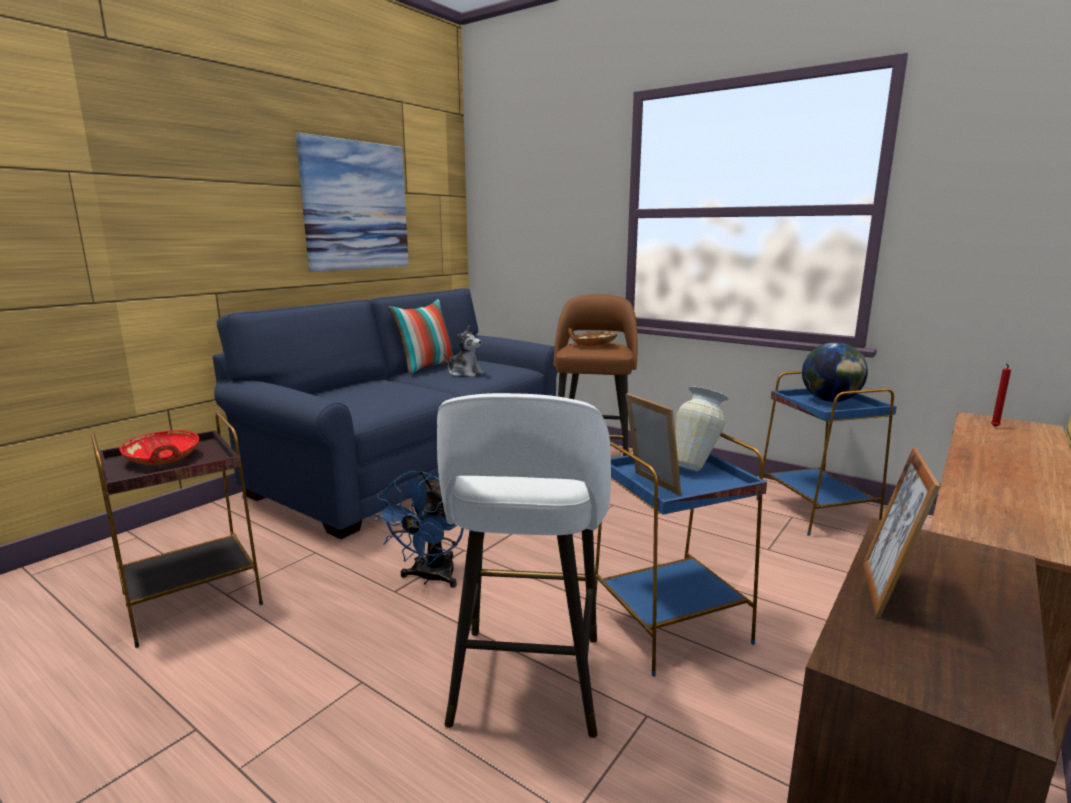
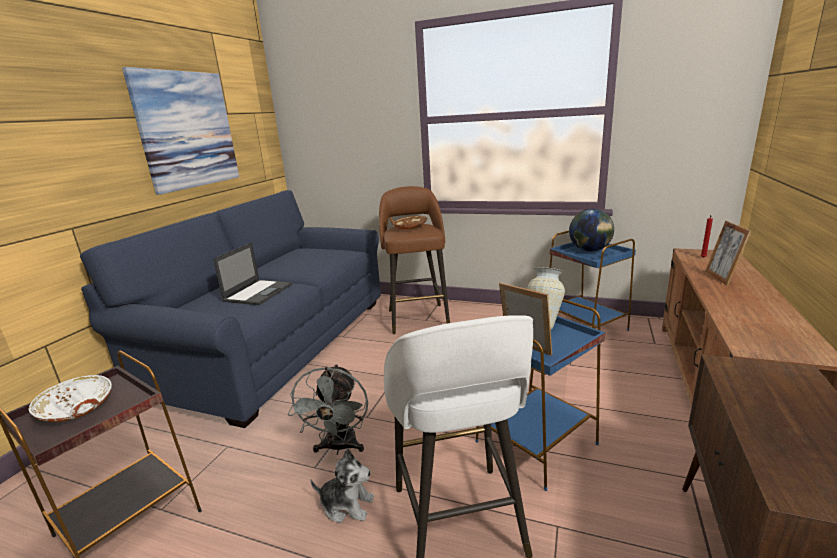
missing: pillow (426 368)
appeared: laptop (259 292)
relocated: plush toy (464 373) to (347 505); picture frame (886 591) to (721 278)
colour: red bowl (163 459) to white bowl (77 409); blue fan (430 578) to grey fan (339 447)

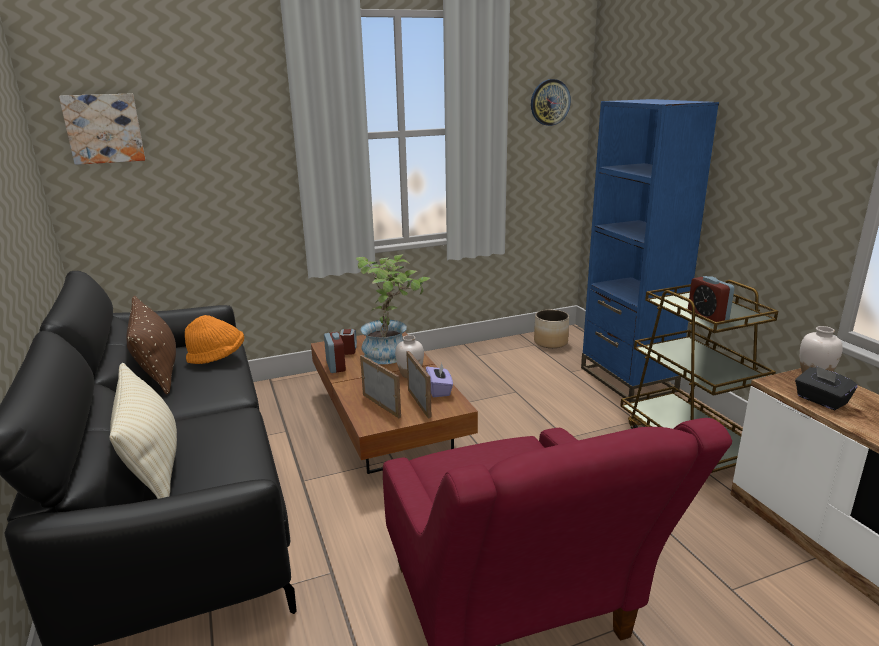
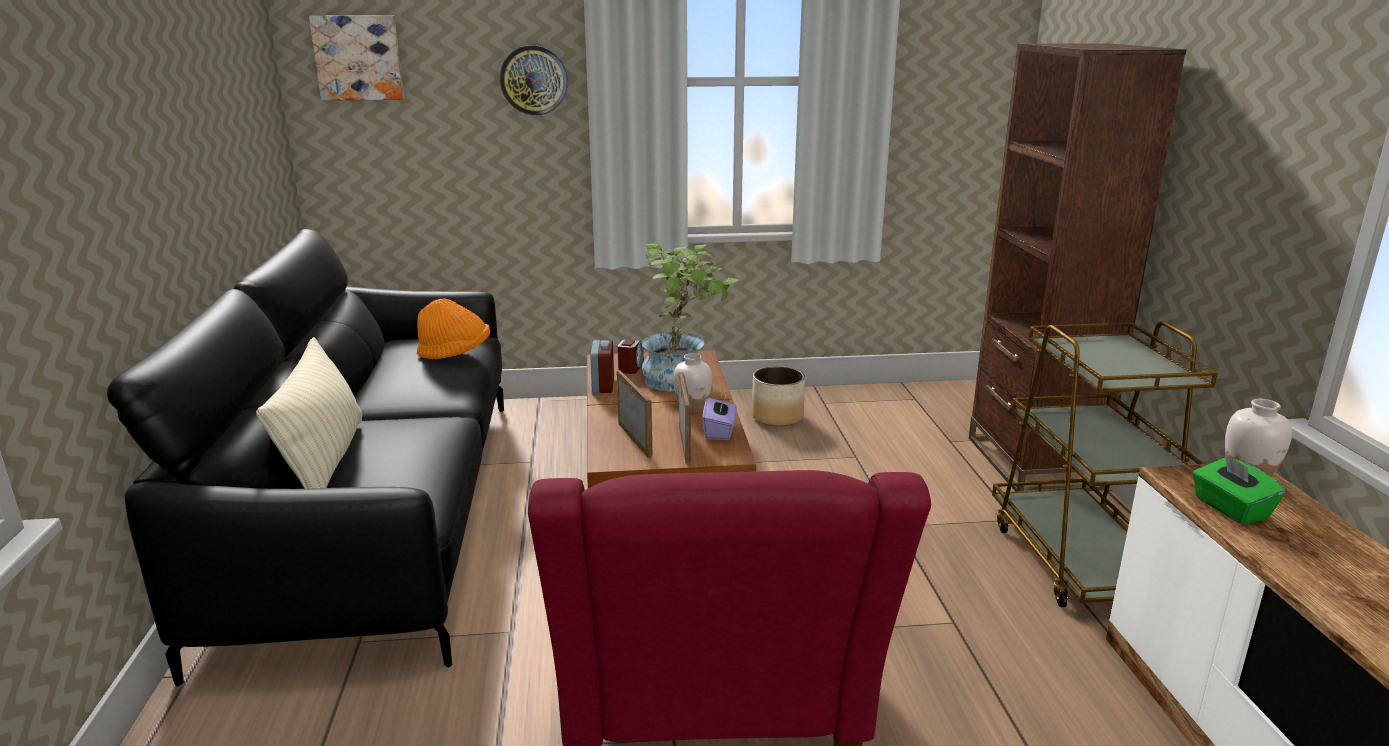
missing: brown pillow (157 370); alarm clock (707 317)
relocated: wall clock (550 102) to (534 80); planter (550 342) to (776 417)
colour: blue bookcase (627 379) to brown bookcase (1032 463); black tissue box (821 400) to green tissue box (1230 509)

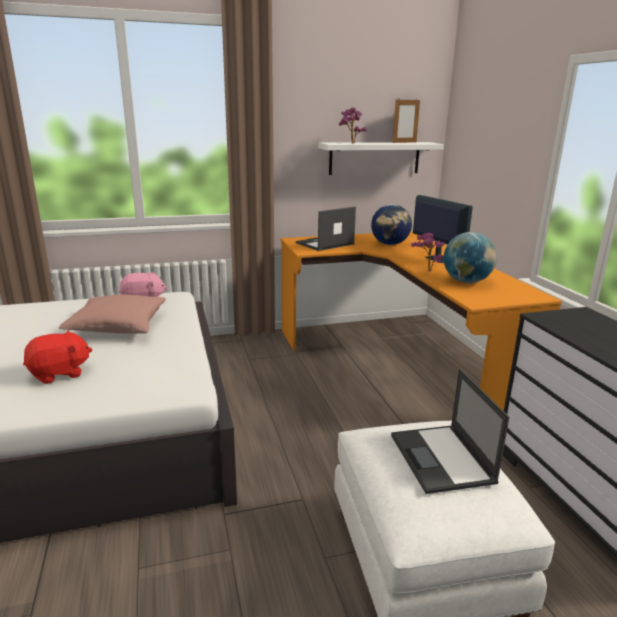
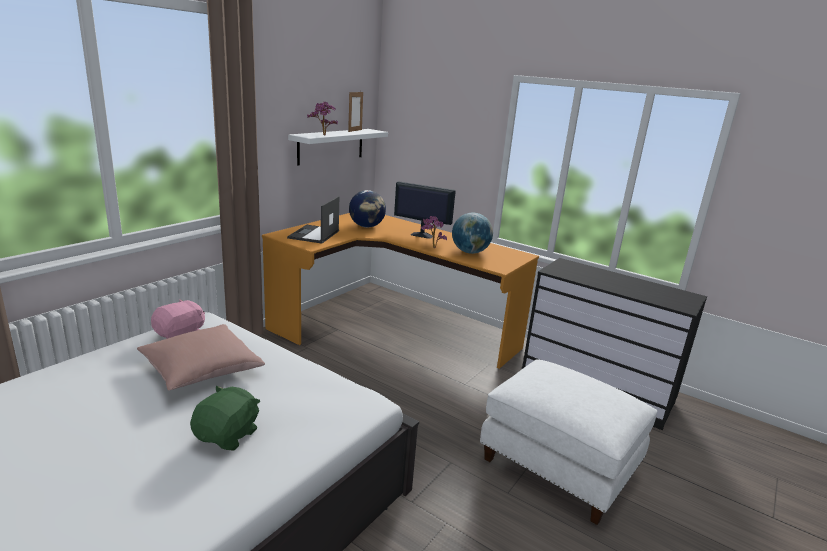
missing: laptop (442 459)
colour: red plush toy (60 373) to green plush toy (228 435)

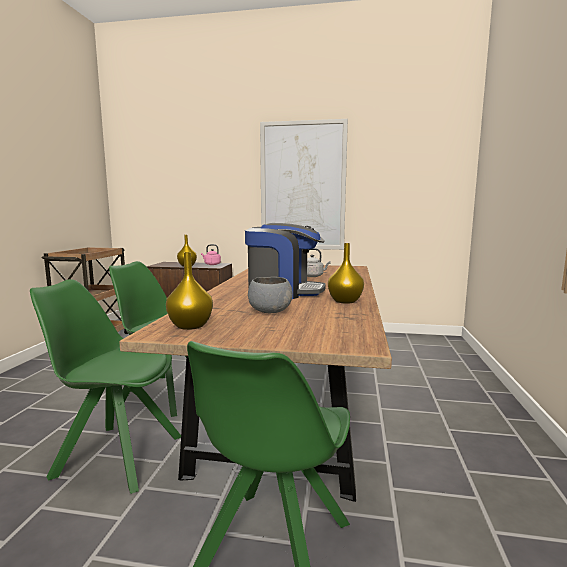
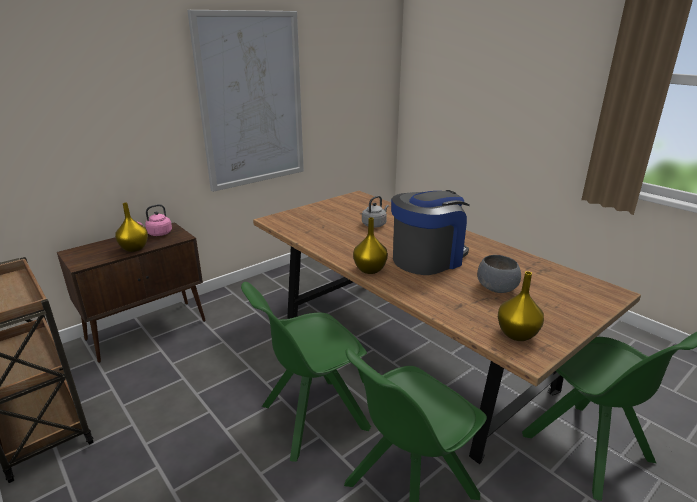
relocated: yellow vase (344 301) to (369 270)

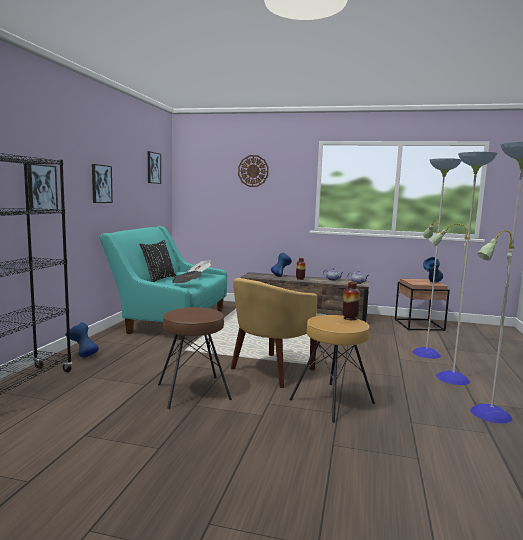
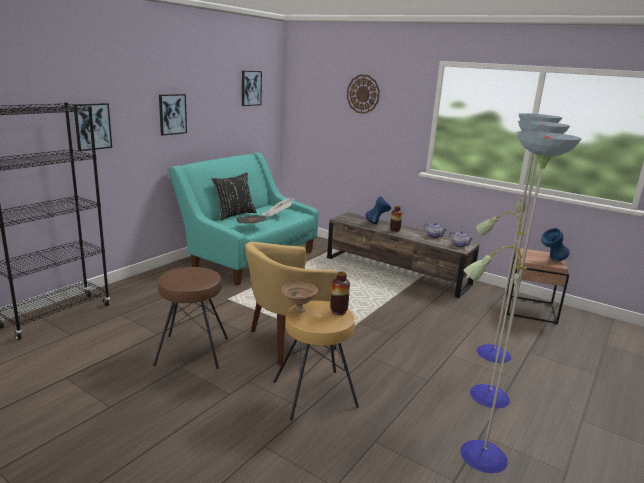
missing: blue vase (82 356)
appeared: brown bowl (298 310)

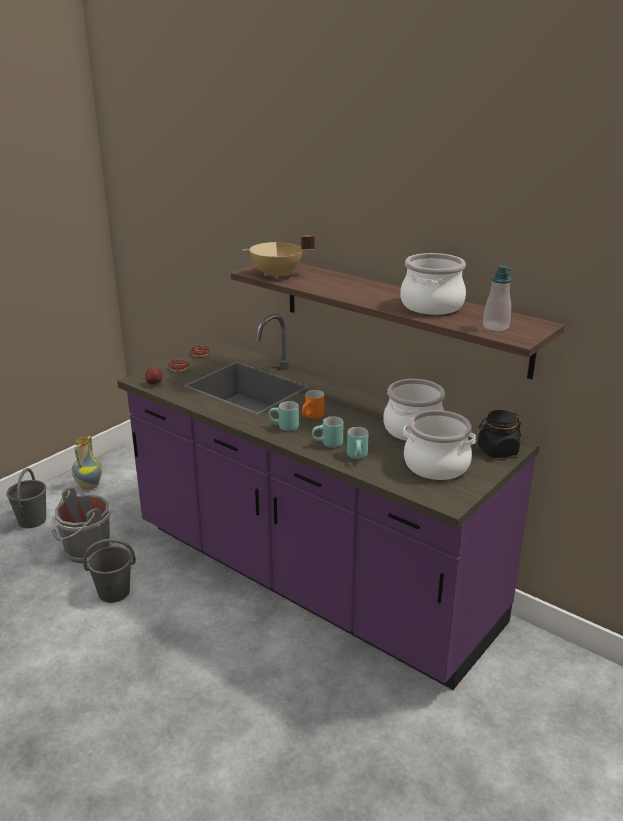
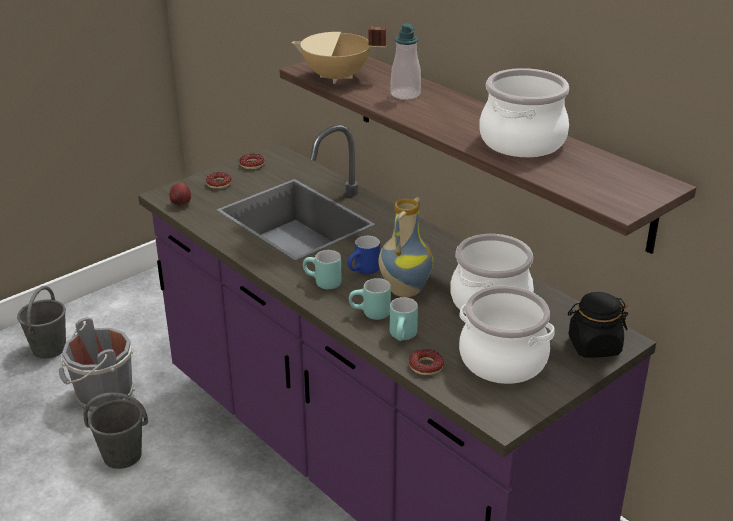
appeared: donut (426 366)
relocated: vase (88 486) to (404 290); soap dispenser (495 327) to (405 94)
colour: orange mug (313 417) to blue mug (364 272)

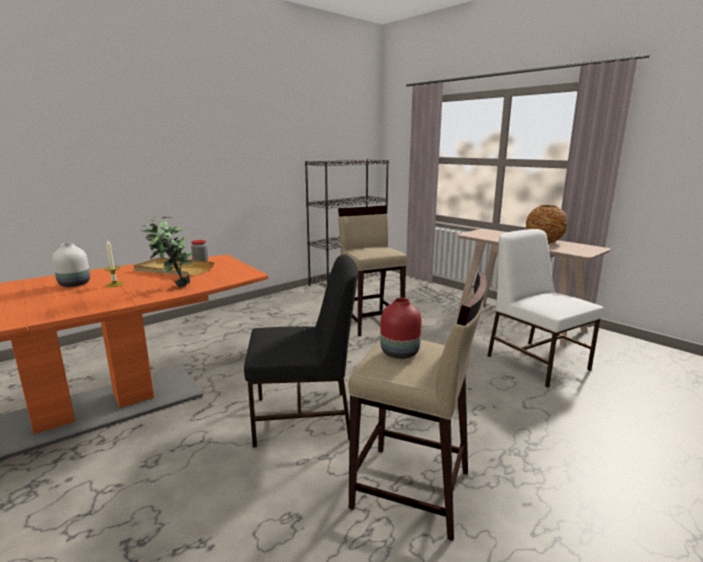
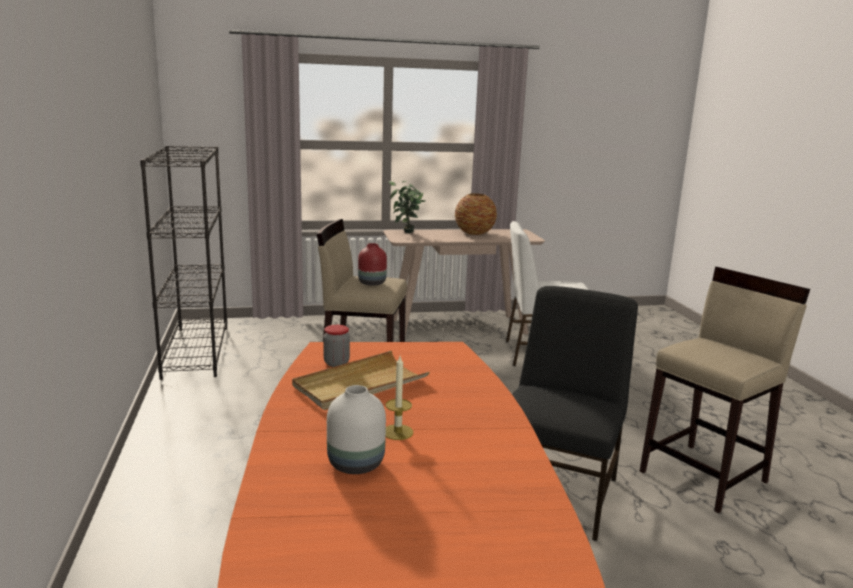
relocated: potted plant (173 286) to (406 233); red vase (400 352) to (371 283)

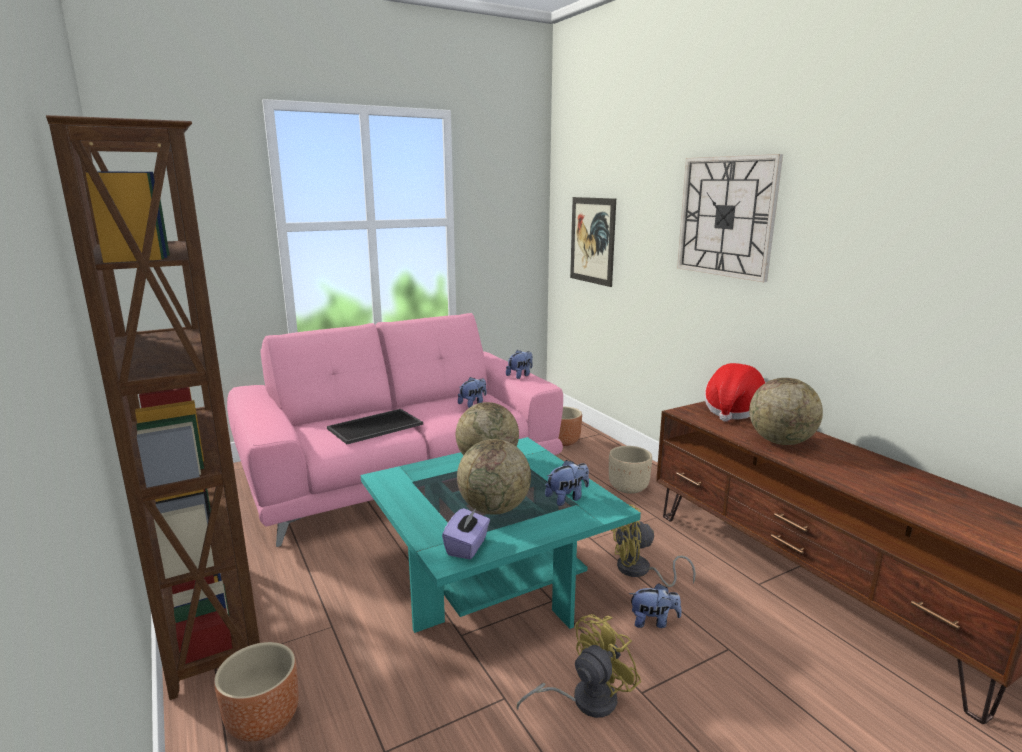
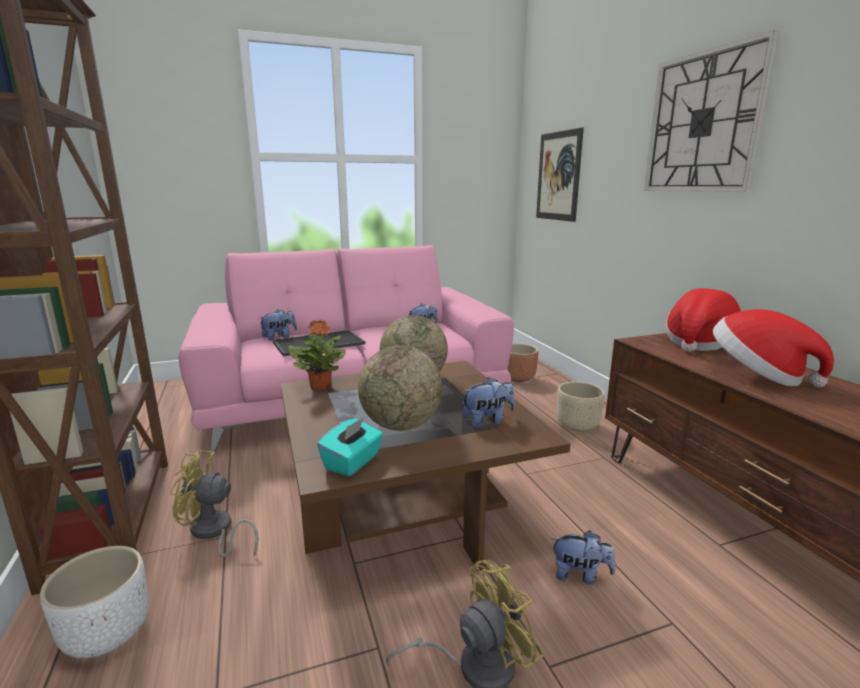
appeared: potted plant (321 386)
relocated: plush toy (520 375) to (279 337); yellow fan (640 571) to (214 532)
exchanged: globe (781 442) to hat (758 375)
colour: brown planter (264 720) to white planter (108 633); turquoise coffee table (493 580) to brown coffee table (407 506); purple tissue box (467 547) to turquoise tissue box (353 462)

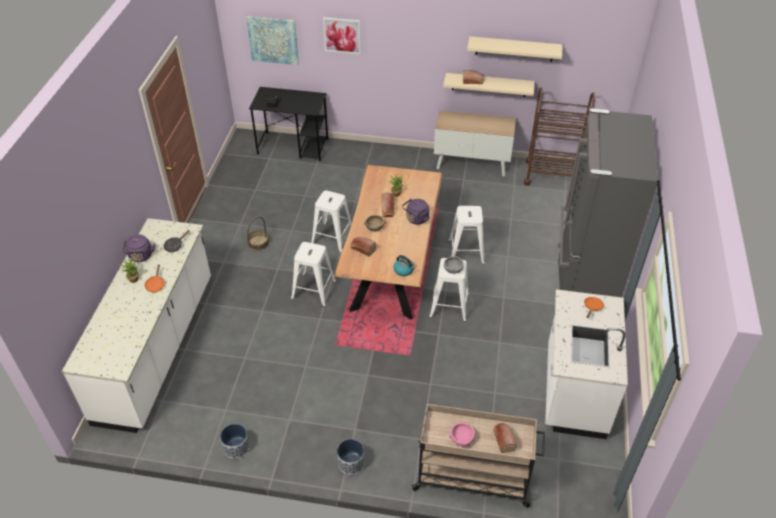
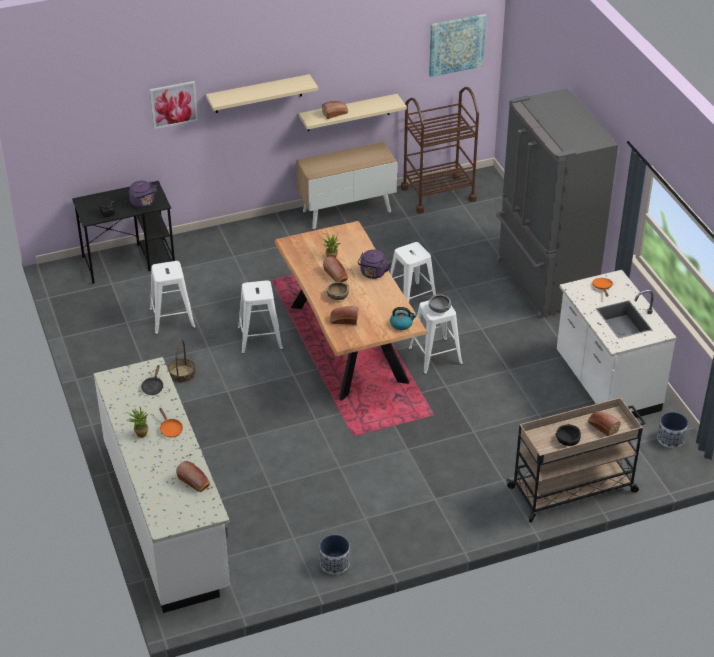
appeared: bread (194 482)
relocated: purple kettle (141 257) to (143 203); picture (273 39) to (456 44); white stool (313 289) to (171 318); planter (351 463) to (670 439); beige shelf (514 49) to (258 94)
colour: pink bowl (462 438) to black bowl (567 440)

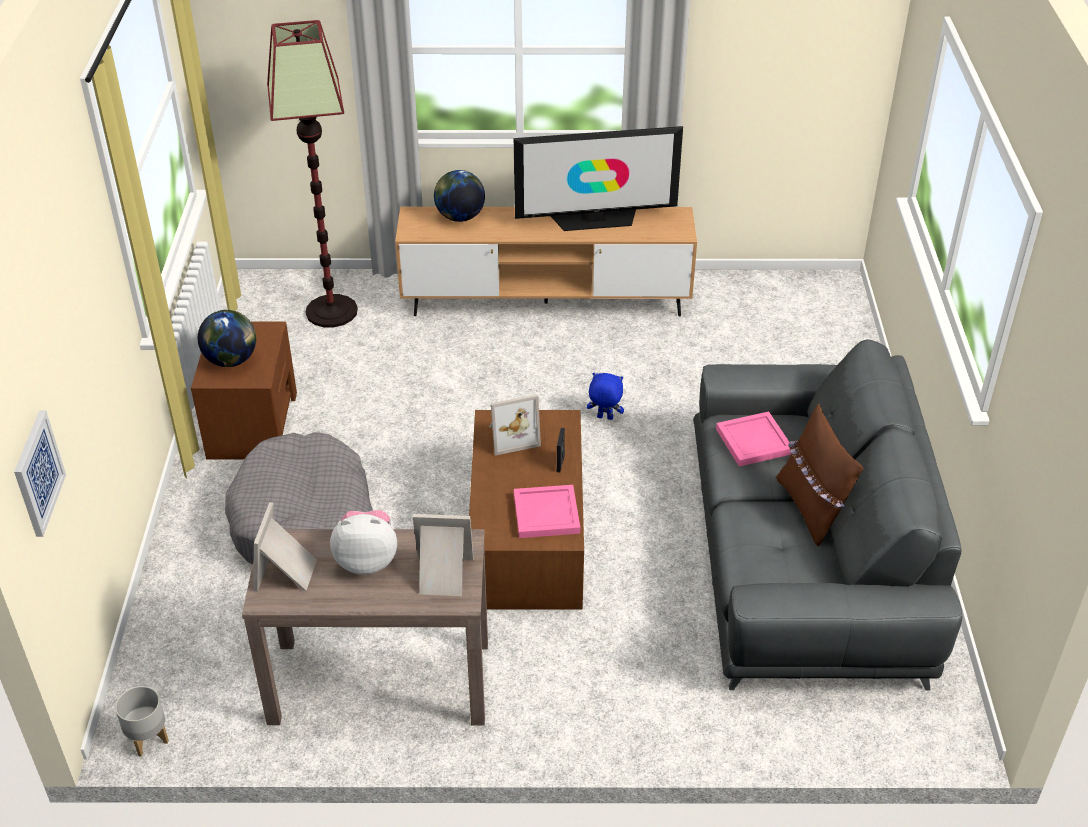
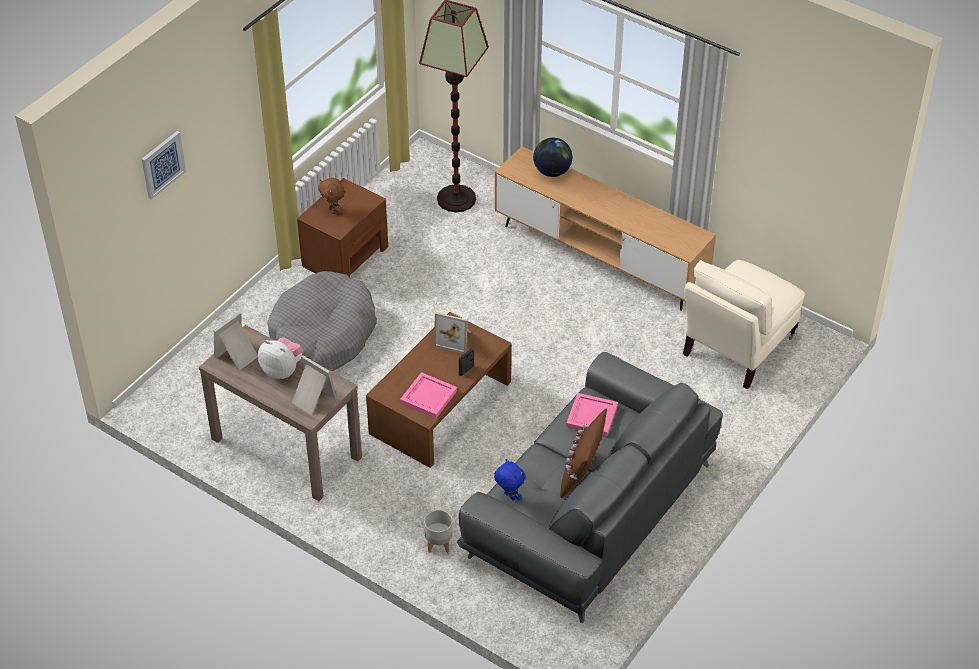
missing: television (595 220)
appeared: beige armchair (736 347)
relocated: picture (37 473) to (162 164); grey planter (147 739) to (438 544); blue plush toy (604 418) to (509 496)
exchanged: globe (231 360) to brown plush toy (333 210)

